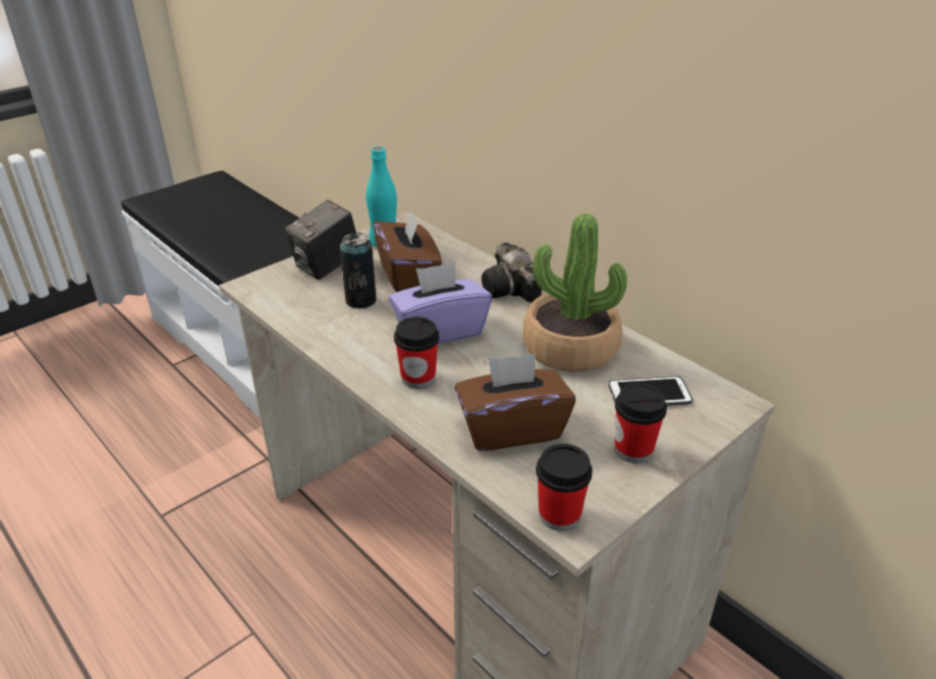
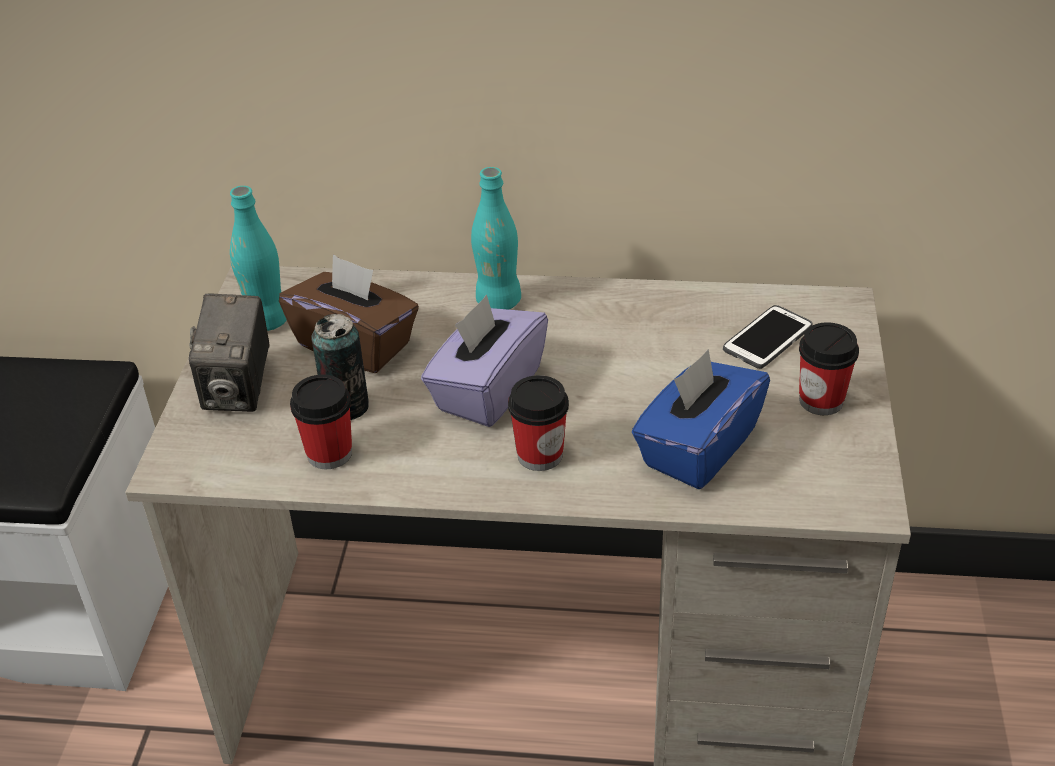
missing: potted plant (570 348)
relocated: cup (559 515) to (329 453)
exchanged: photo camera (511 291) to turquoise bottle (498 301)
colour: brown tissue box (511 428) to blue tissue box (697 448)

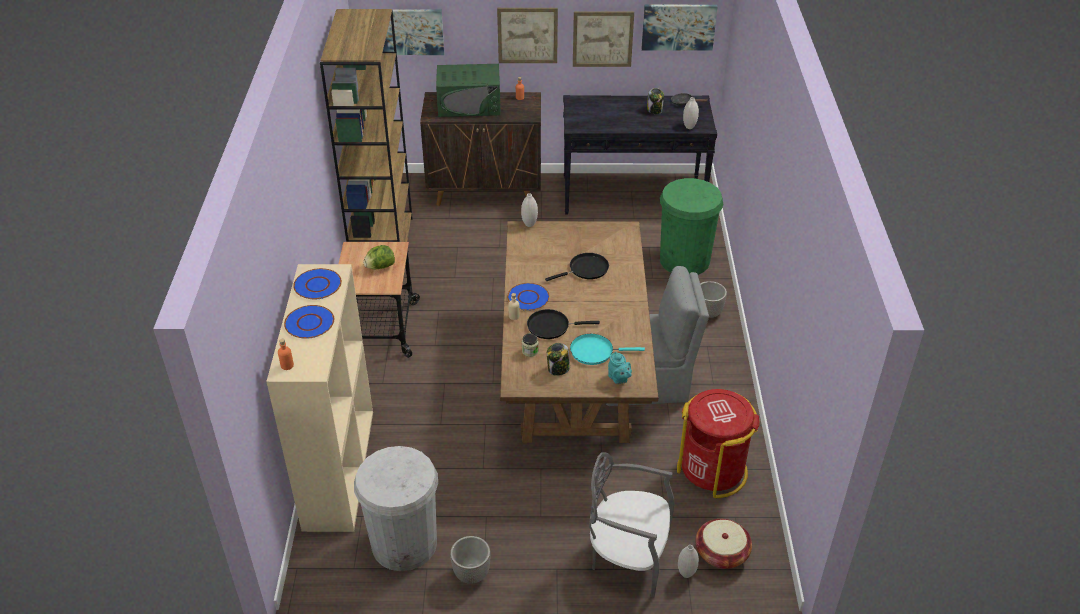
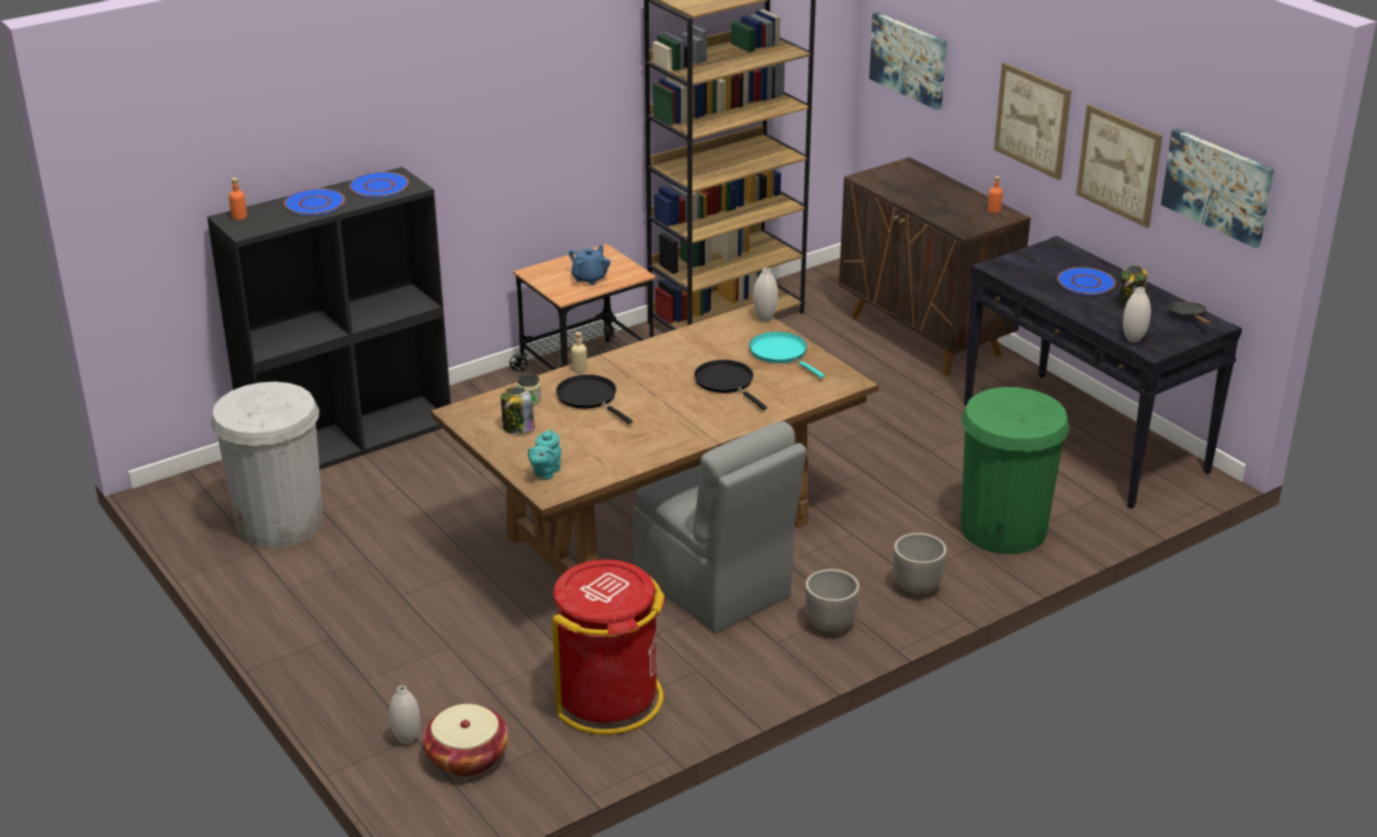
missing: green microwave (469 105); grey chair (628 556)
relocated: planter (471 574) to (829 625); blue plate (528 298) to (1086 283); turquoise frying pan (595 351) to (781 353)
exchanged: lettuce (380 267) to blue teapot (590 278)
colour: beige bookcase (338 468) to black bookcase (350 439)
spun: black frying pan (586 269) = (726 383) 150 degrees counterclockwise

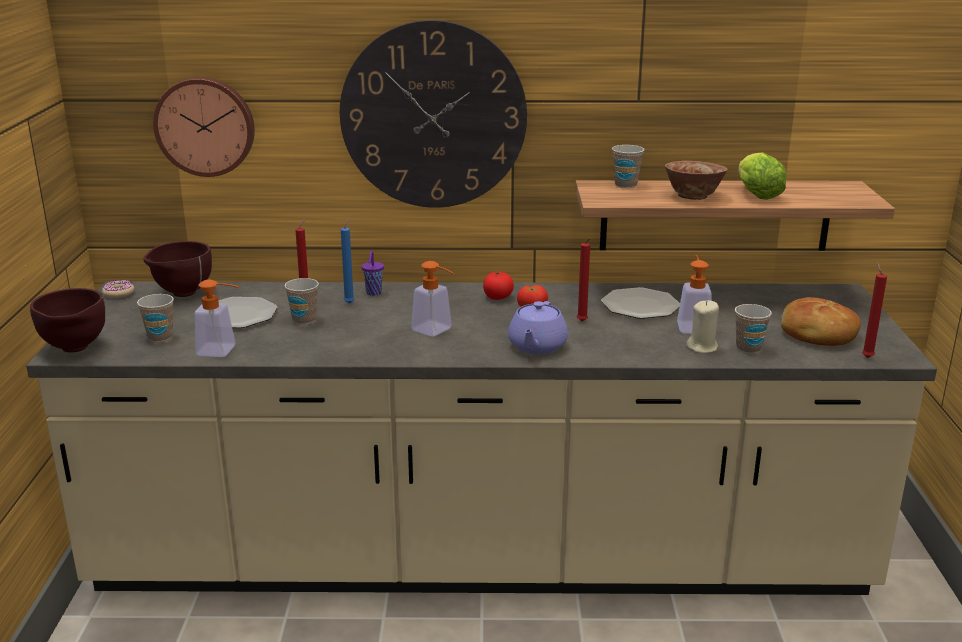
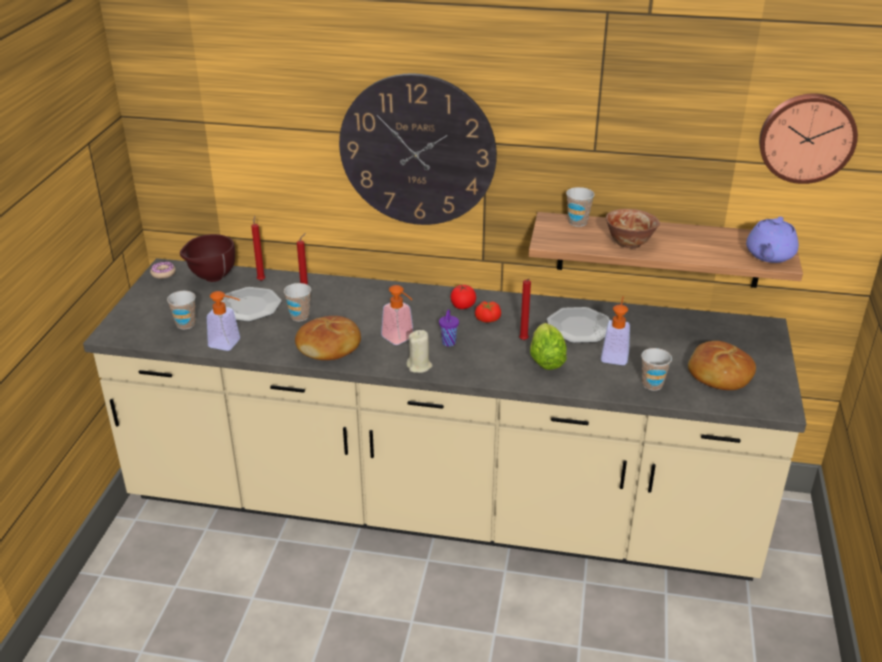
missing: brown bowl (74 349); blue candle (350 303)
appeared: bread (330 347)
relocated: wall clock (205 126) to (806 137); purple cup (373 293) to (448 343); purple teapot (537 346) to (769 255); beige candle (702 347) to (419 366); lettuce (755 194) to (546 358); red candle (866 357) to (261 280)

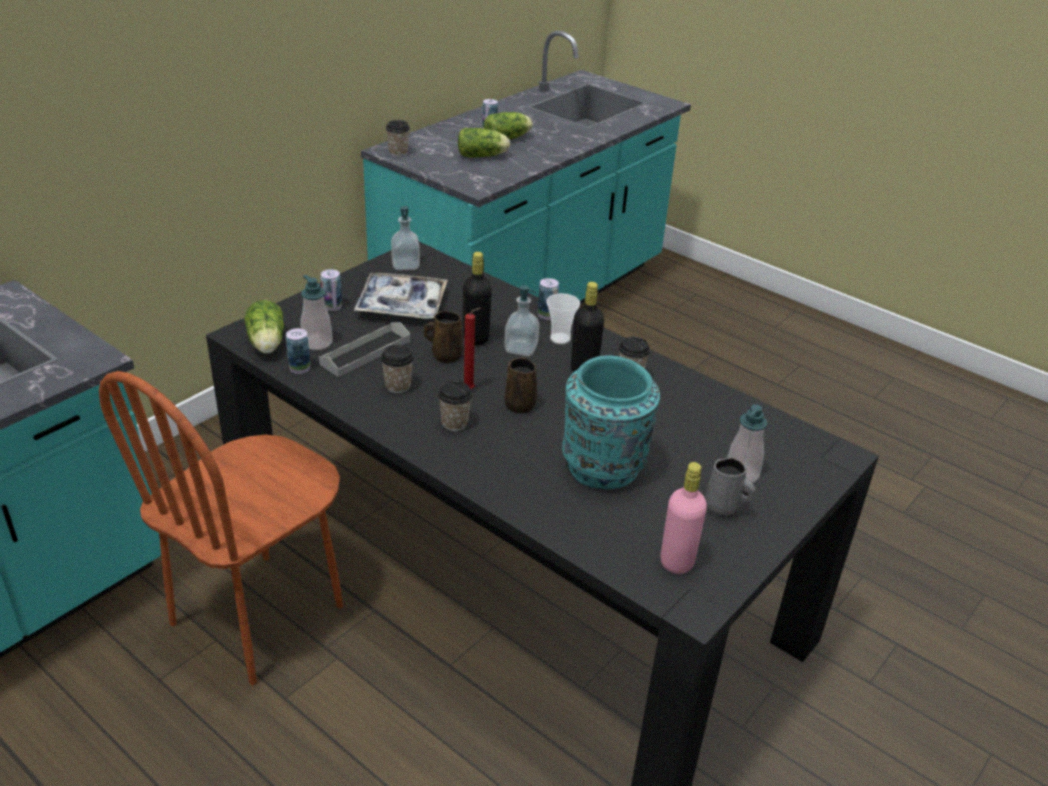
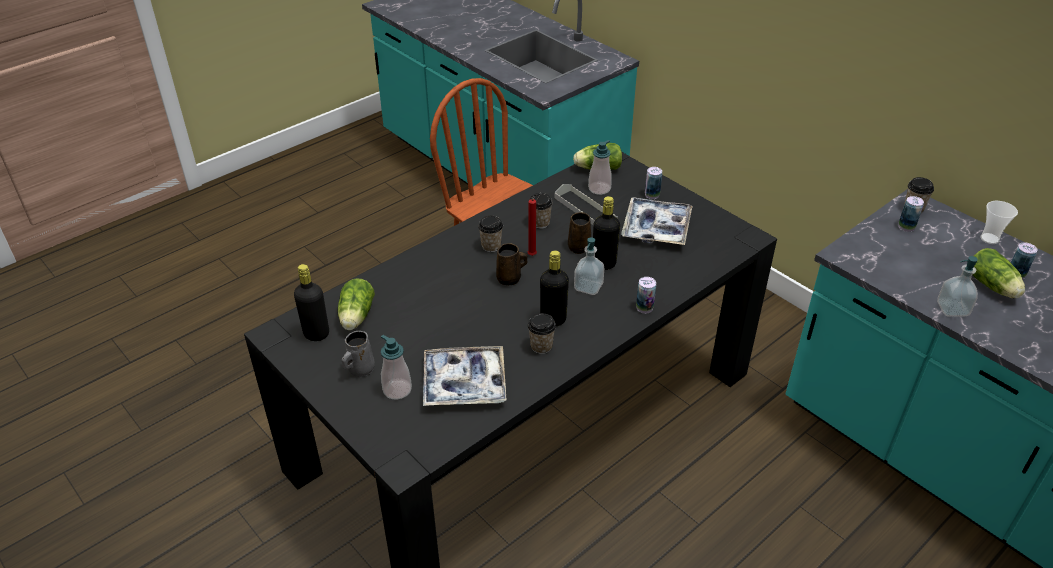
missing: turquoise vase (603 468)
appeared: tray (464 383)
relocated: can (299 368) to (906 227); soap dispenser (405 265) to (952 309); lettuce (483 156) to (356 317); cup (560 338) to (989 238)
colour: pink bottle (676 562) to black bottle (316 334)

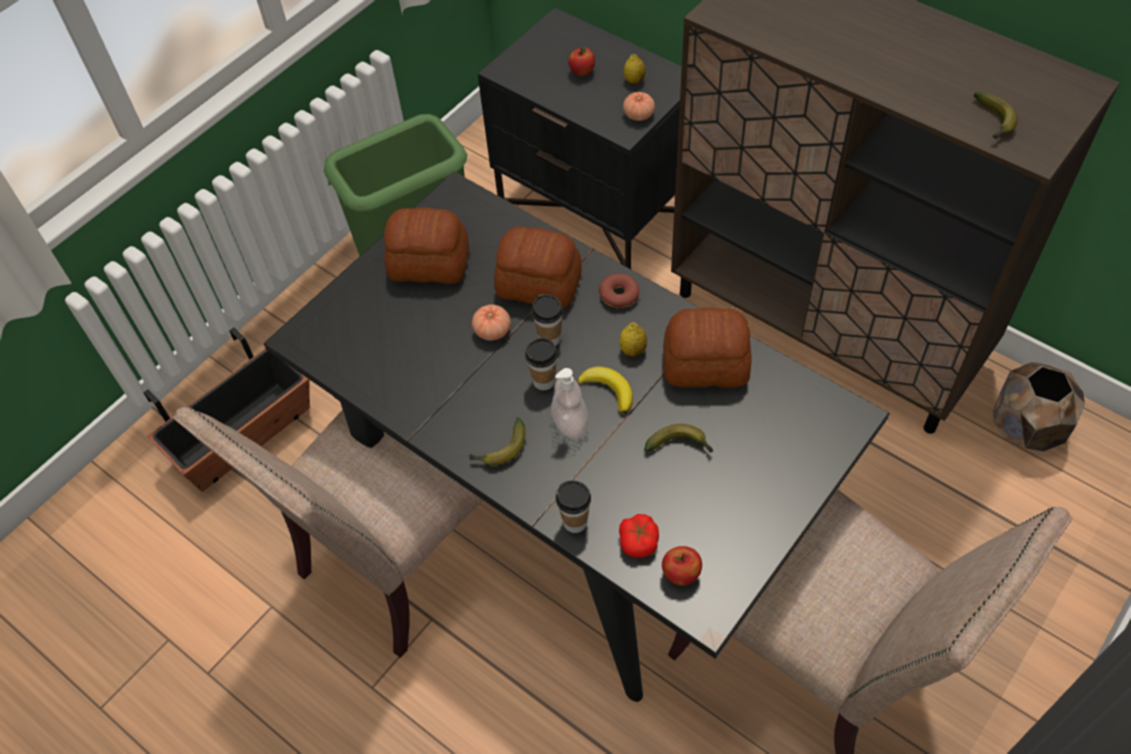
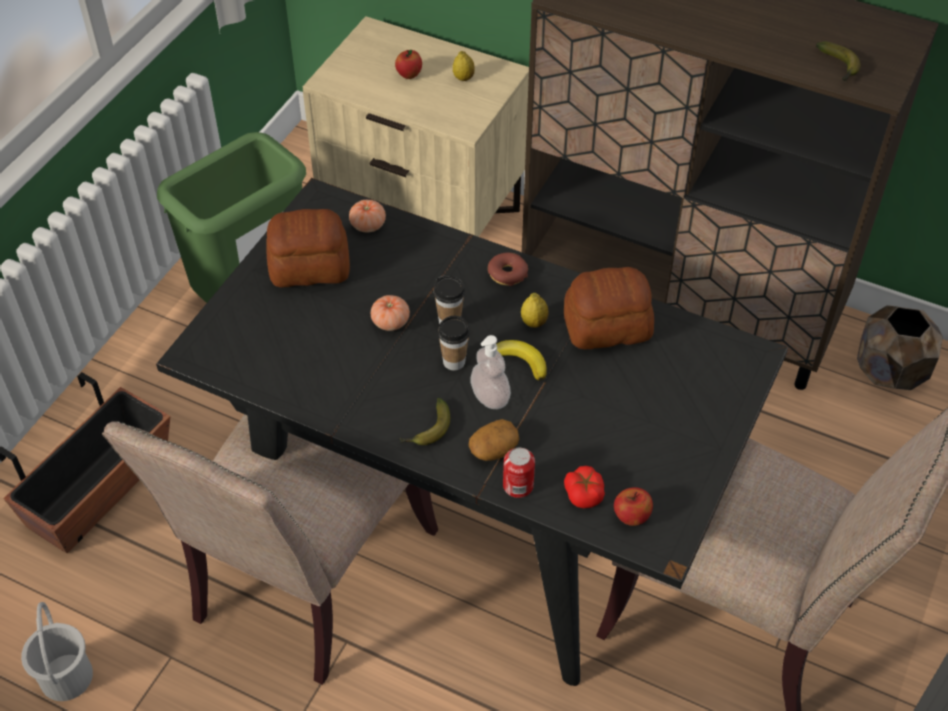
missing: bread (539 285); banana (680 445)
appeared: white bucket (65 677); potato (493 449)
relocated: tomato (638 115) to (368 225)
exchanged: cup (575 522) to can (518 486)
colour: black nightstand (594 206) to beige nightstand (423 215)

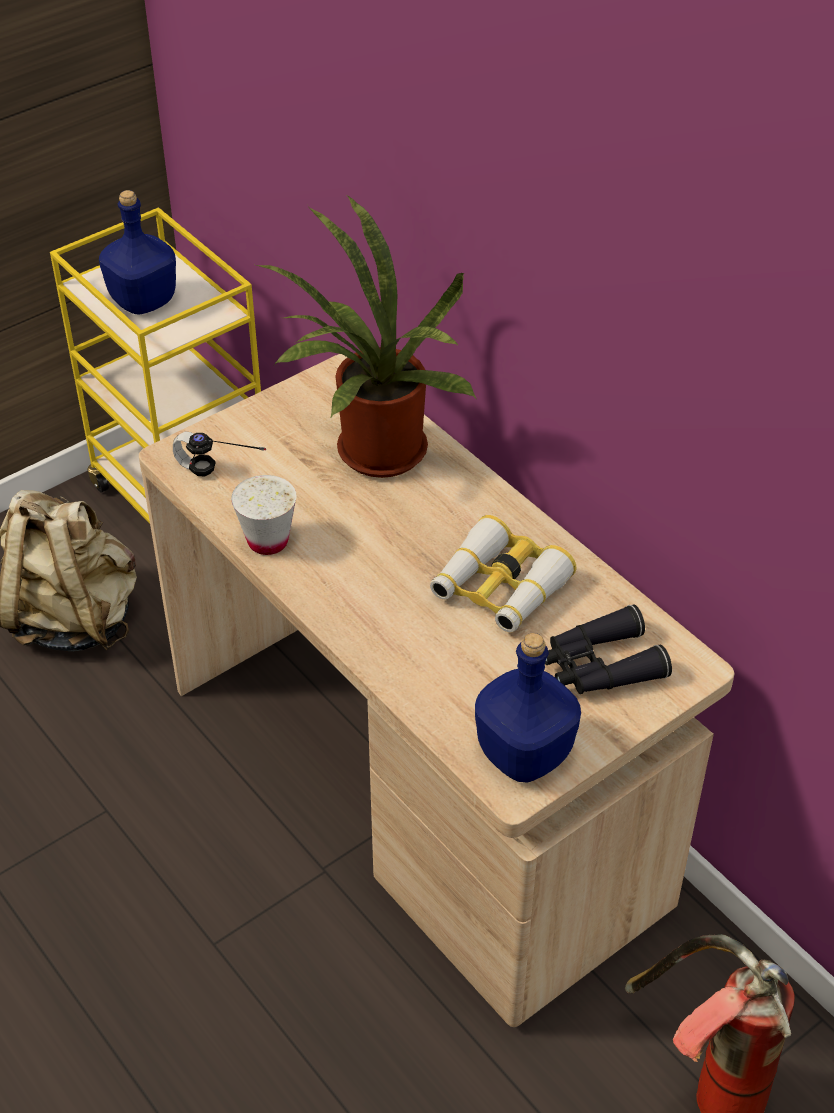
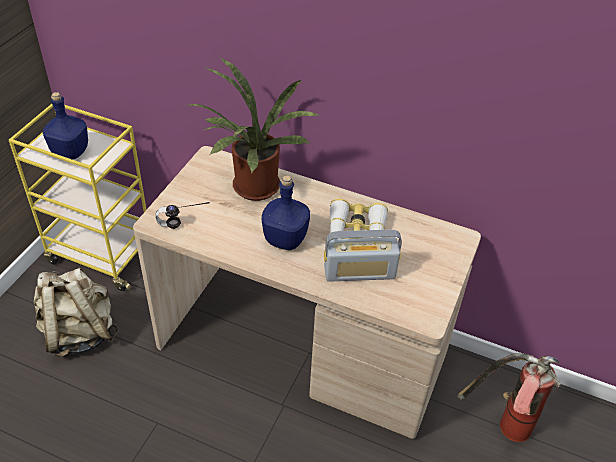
missing: white cup (268 541); black binoculars (600 666)
appeared: radio (359 272)
relocated: blue bottle (525 756) to (286 239)

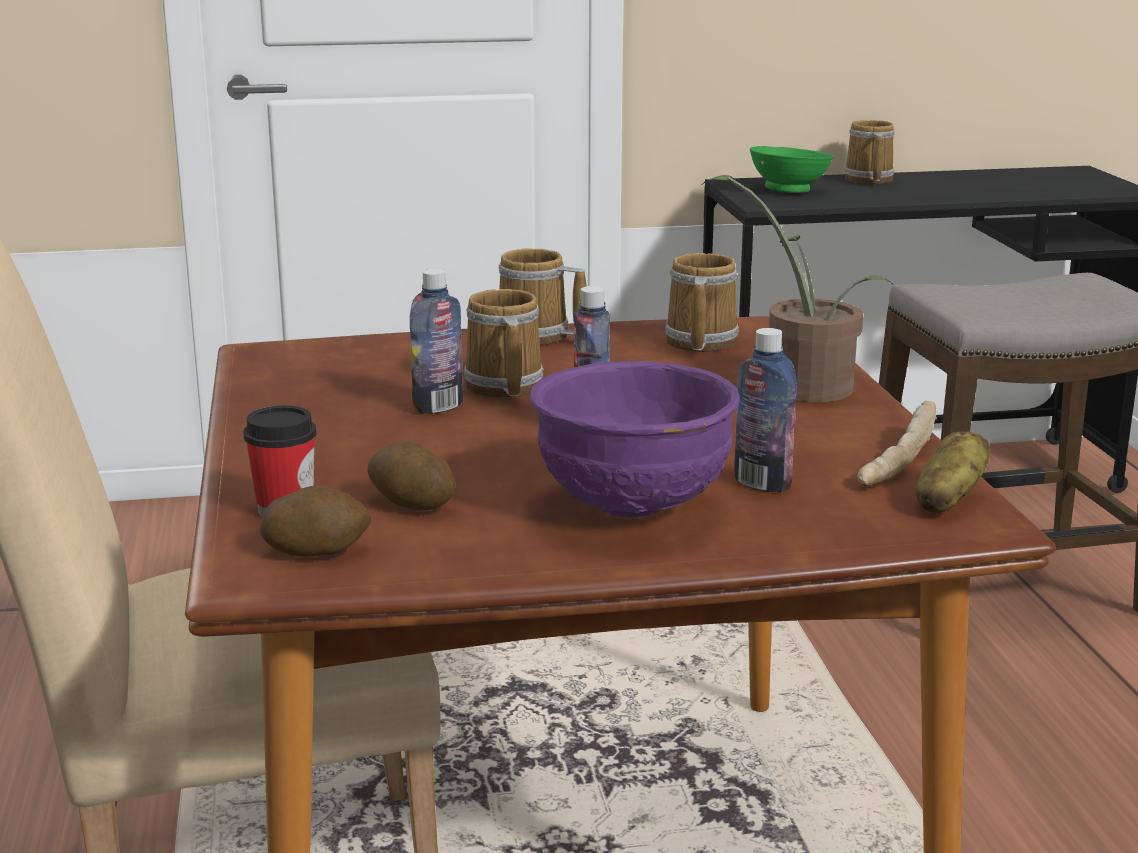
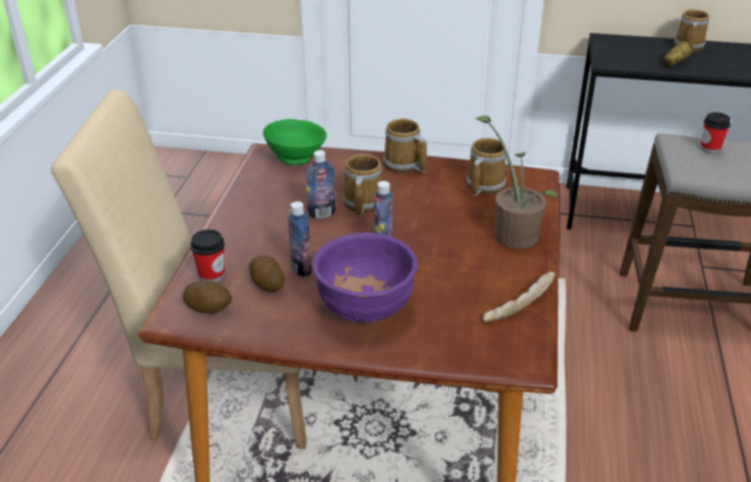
appeared: cup (710 148)
relocated: bottle (762 483) to (301 268); green bowl (790 190) to (297 158); potato (947 501) to (675 63)

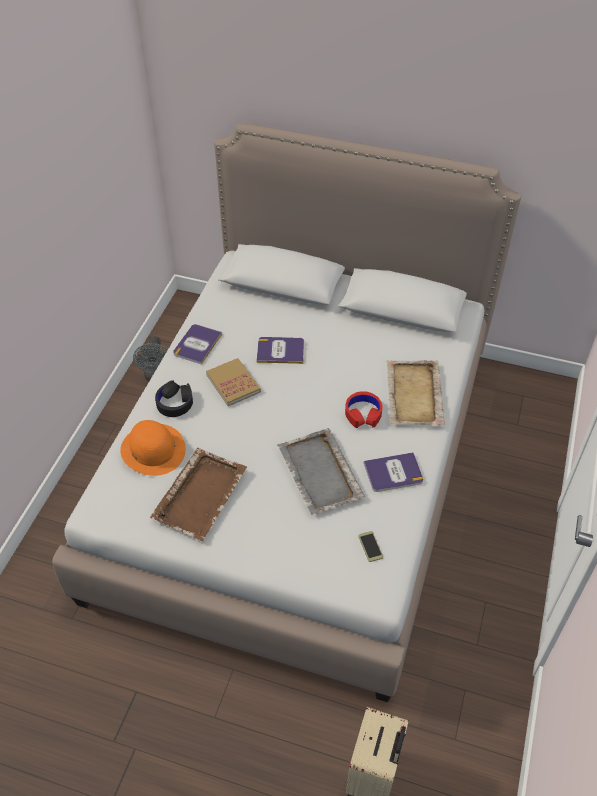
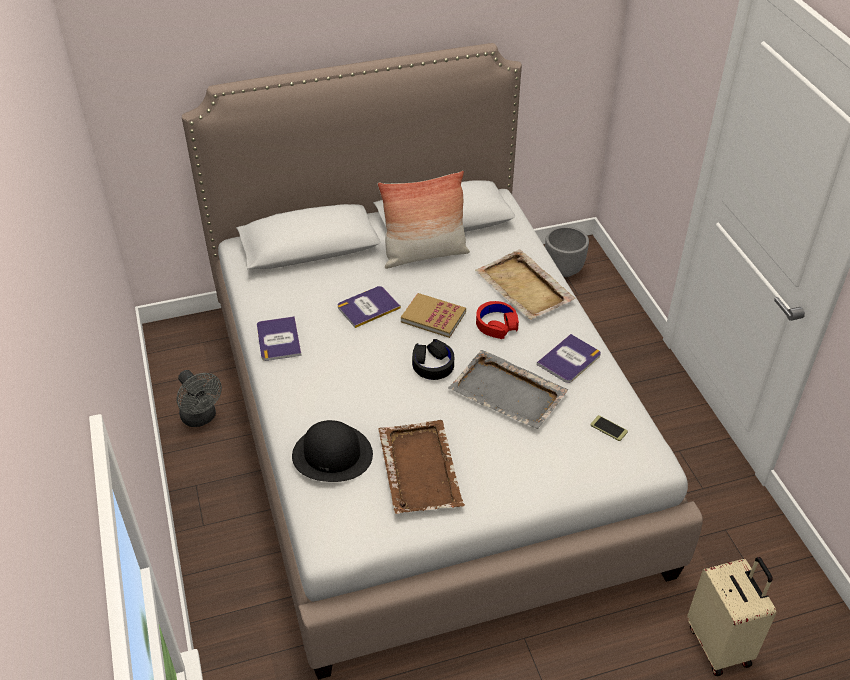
appeared: pillow (424 254); grey planter (564 269)
relocated: black headphones (175 402) to (433 364); book (233 383) to (433 317)
colour: orange hat (153 449) to black hat (332 454)

